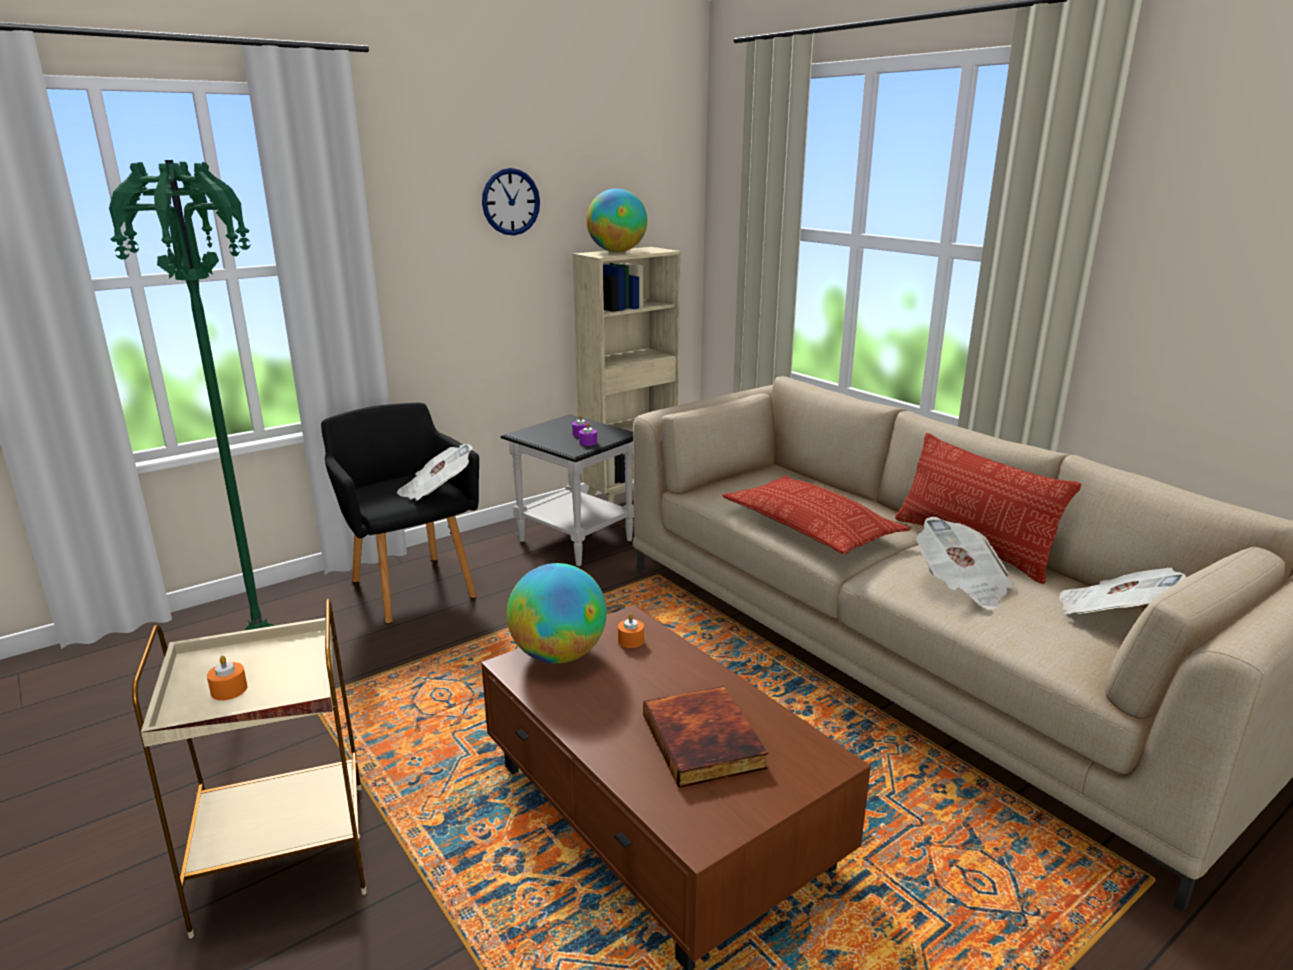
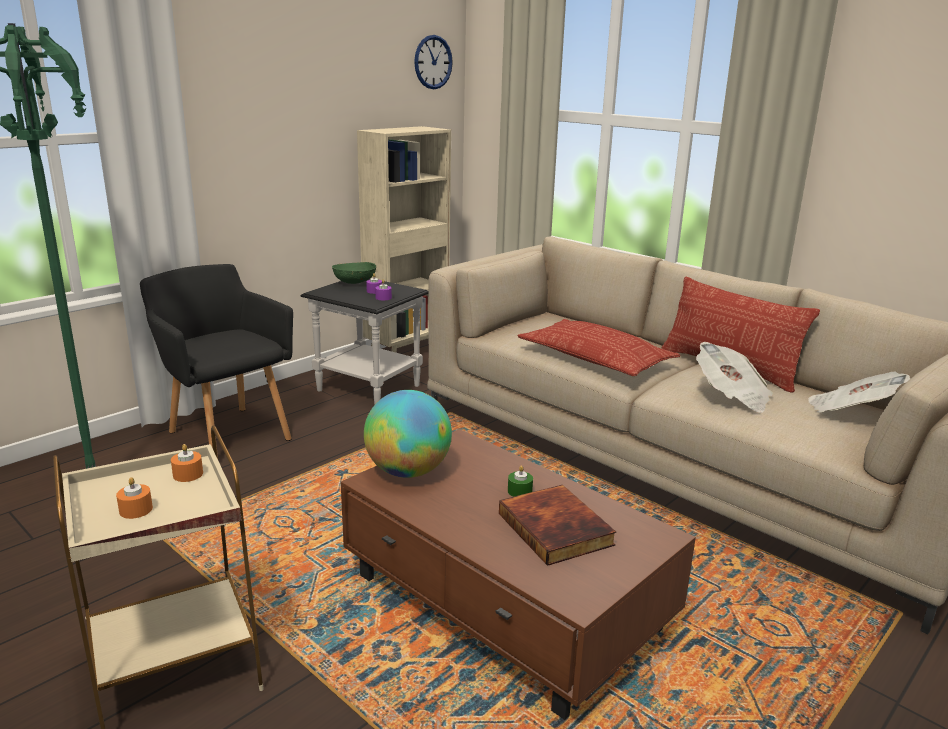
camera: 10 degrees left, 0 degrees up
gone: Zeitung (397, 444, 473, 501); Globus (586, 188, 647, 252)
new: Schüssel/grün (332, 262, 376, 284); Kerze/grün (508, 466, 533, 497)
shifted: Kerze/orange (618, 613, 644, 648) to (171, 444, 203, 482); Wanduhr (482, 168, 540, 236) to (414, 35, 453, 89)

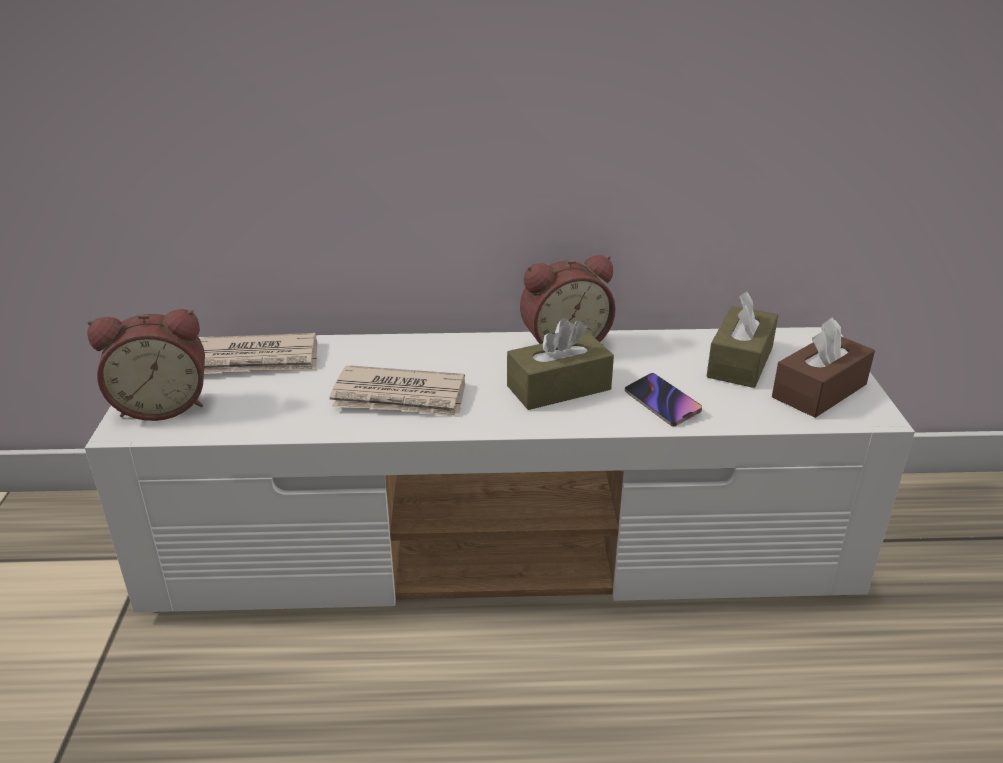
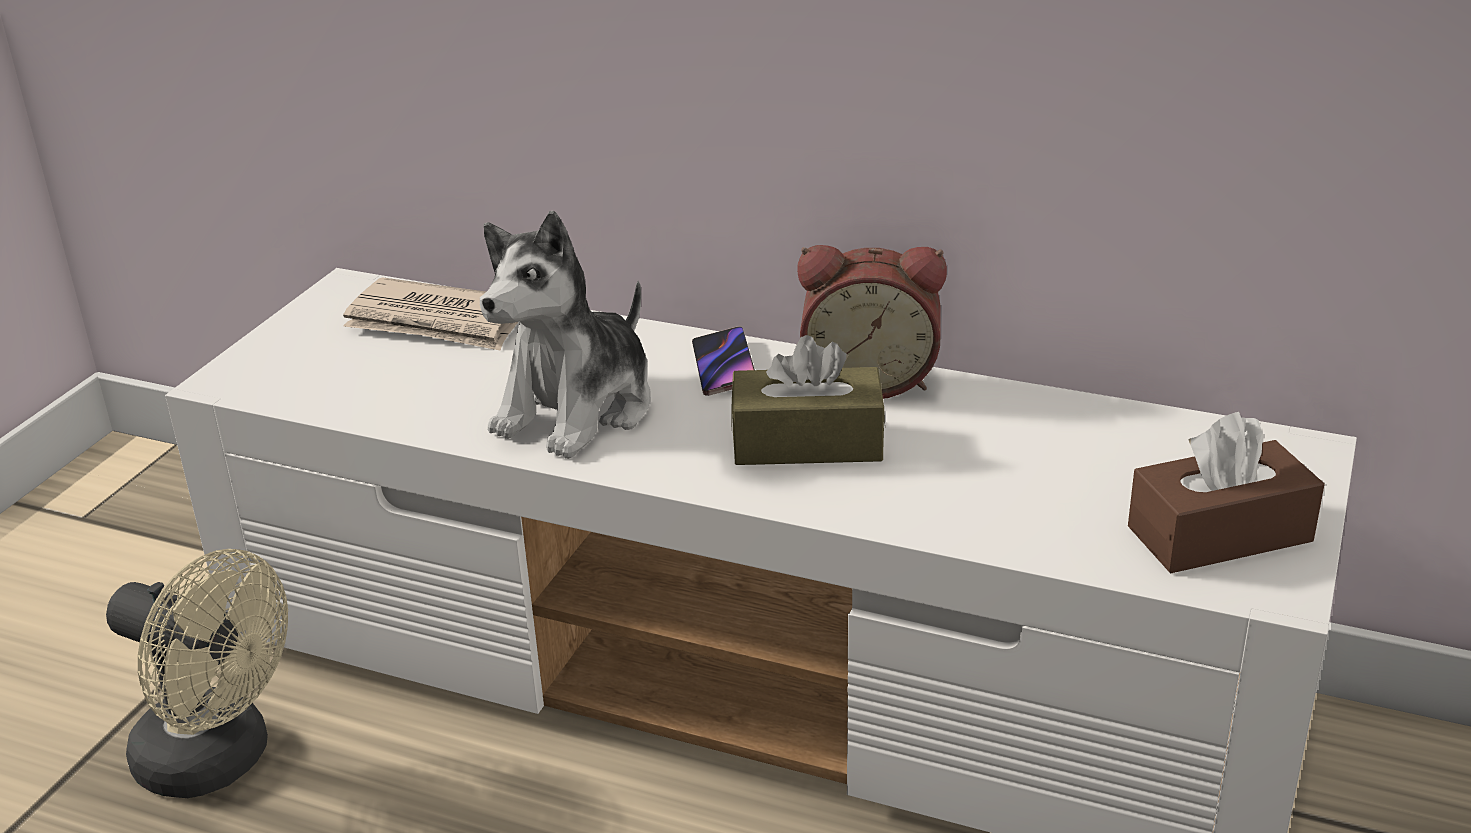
camera: 25 degrees right, 0 degrees up
gone: Wecker (87, 309, 205, 421); Taschentuchbox/braun (706, 292, 778, 388)
new: Ventilator/beige (106, 549, 288, 798)
shifted: Handy (625, 373, 702, 426) to (692, 326, 755, 396)
swapped: Zeitung (329, 365, 465, 417) to Plüschtier (480, 211, 651, 459)

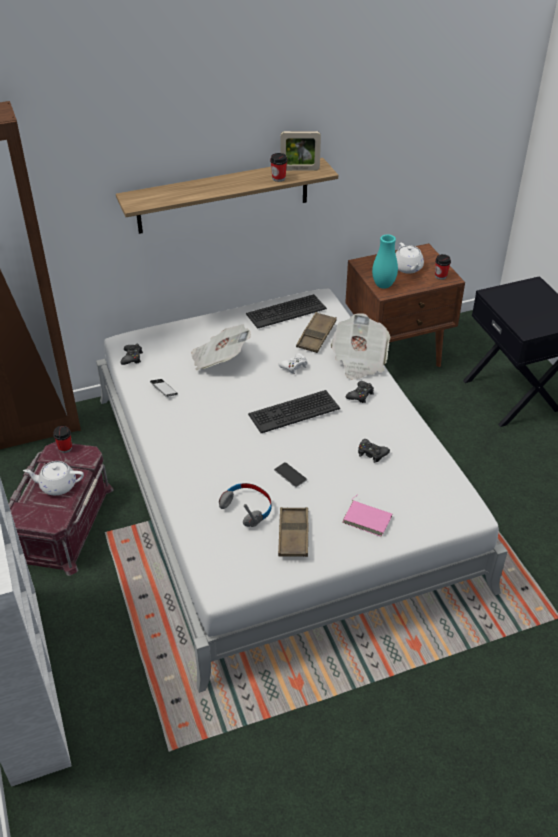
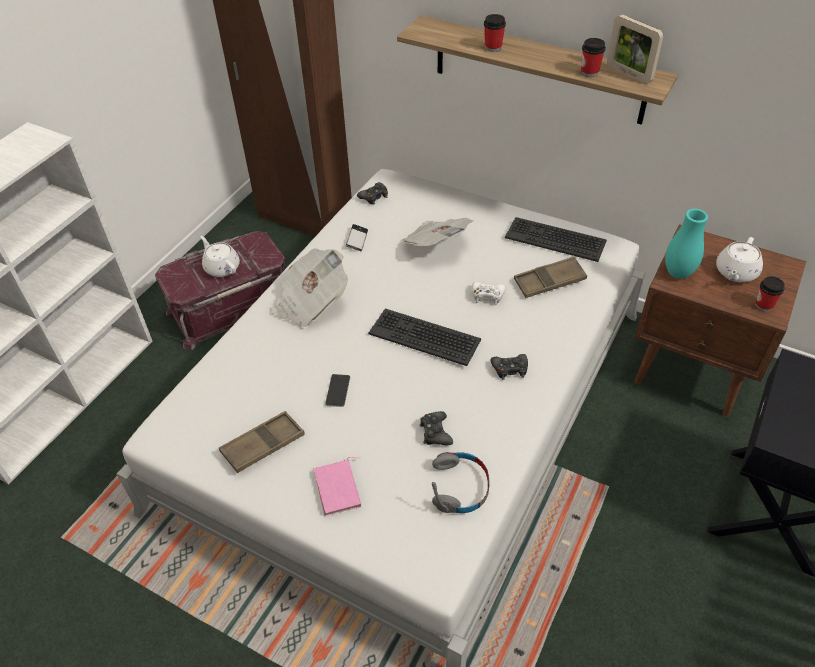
camera: 50 degrees right, 5 degrees up
shifted: Zeitung (331, 313, 390, 380) to (271, 248, 348, 327); Kopfhörer/grau (219, 483, 272, 527) to (432, 452, 489, 513); Tasse (53, 426, 72, 453) to (484, 14, 506, 52)

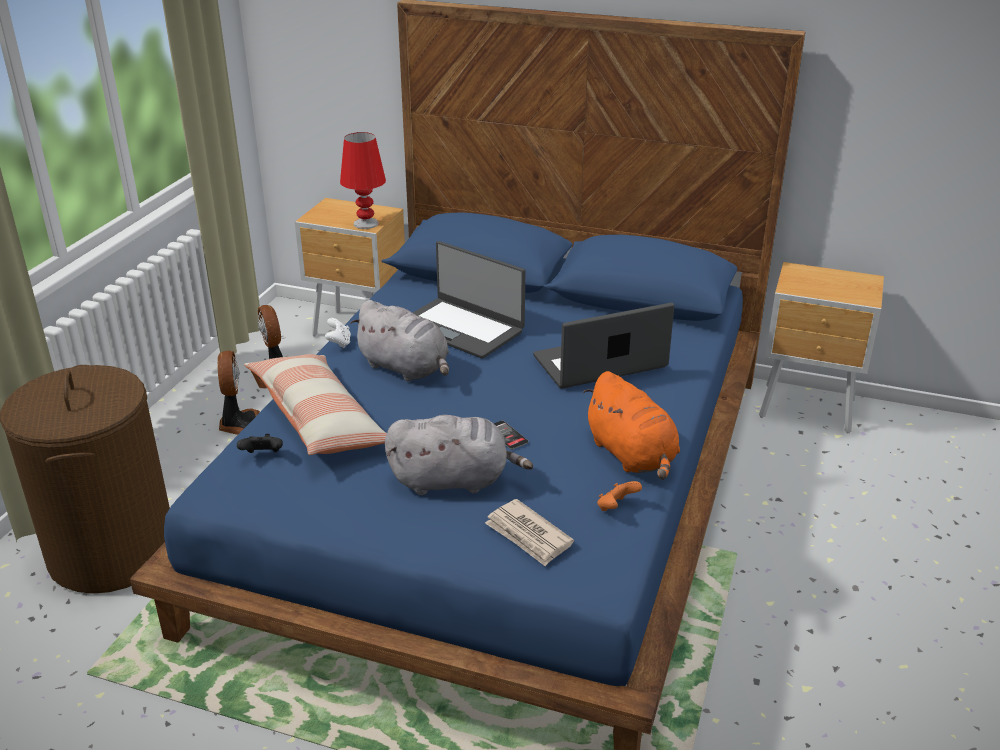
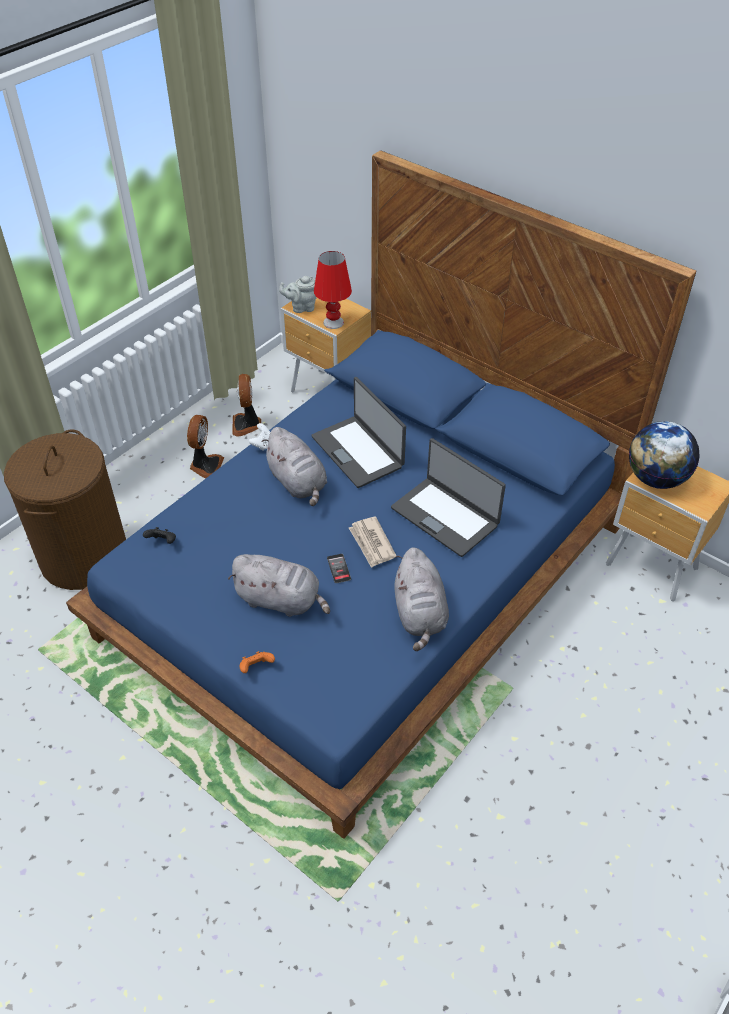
camera: 20 degrees right, 15 degrees up
gone: Kissen (244, 354, 387, 455)
new: Teekanne/grau (279, 276, 317, 313); Globus (629, 421, 700, 489)
shifted: Gamepad/orange (597, 481, 642, 511) to (239, 651, 275, 673); Zeitung (485, 499, 574, 566) to (349, 517, 396, 568)
repainted: Plüschtier/orange (583, 371, 680, 480) to Plüschtier/grau (394, 547, 449, 651)
rotated: Laptop (533, 303, 674, 389) = (391, 438, 506, 557) 135 degrees counterclockwise

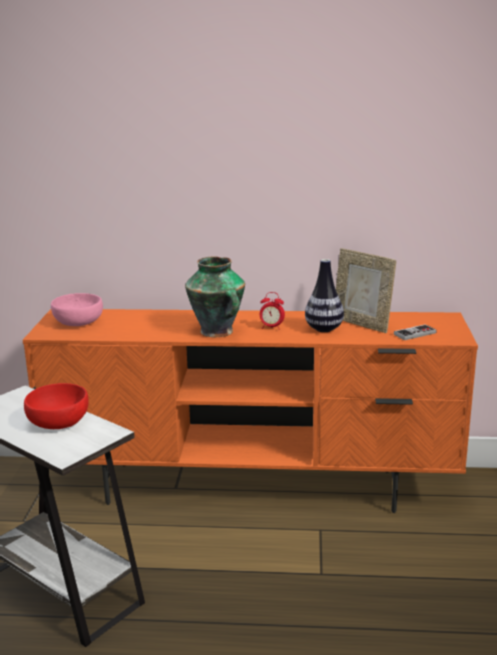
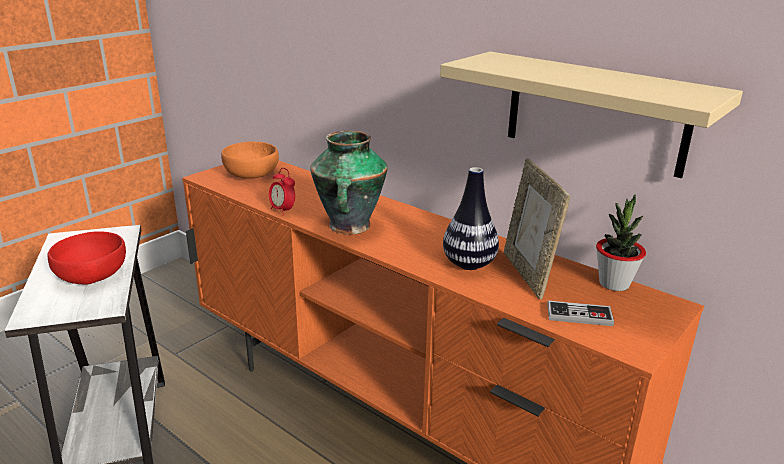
camera: 35 degrees right, 5 degrees up
new: Wandregal/beige (440, 51, 743, 178); Topfpflanze (596, 194, 646, 291)
shifted: Wecker (260, 292, 285, 330) to (269, 168, 295, 216)
repainted: Schüssel/rosa (51, 293, 103, 326) to Schüssel/orange (221, 141, 279, 179)

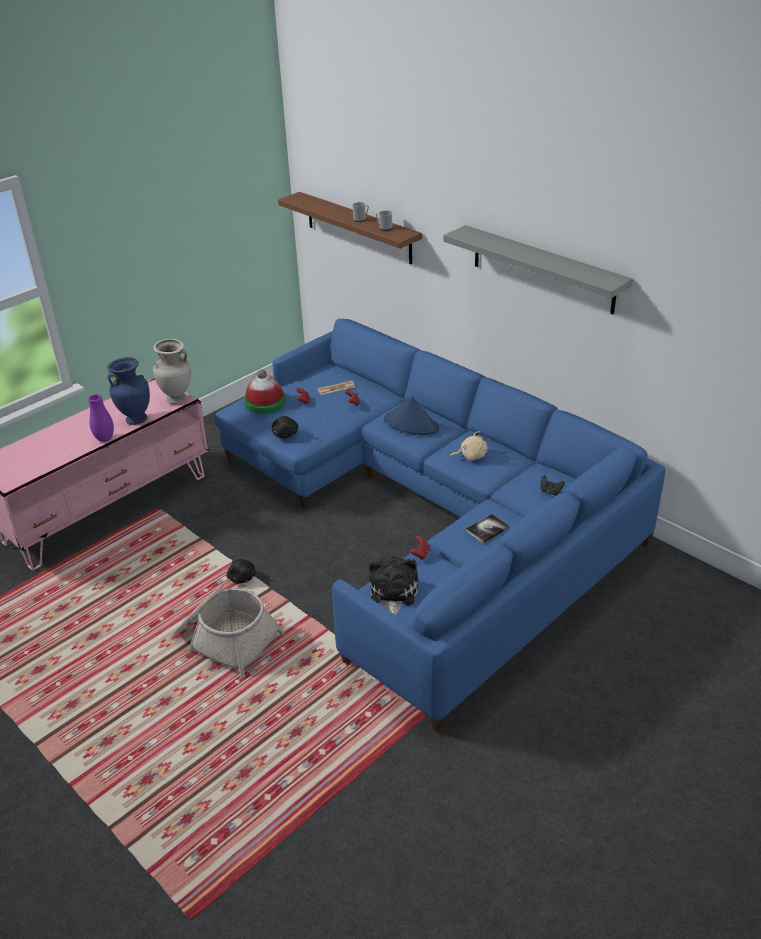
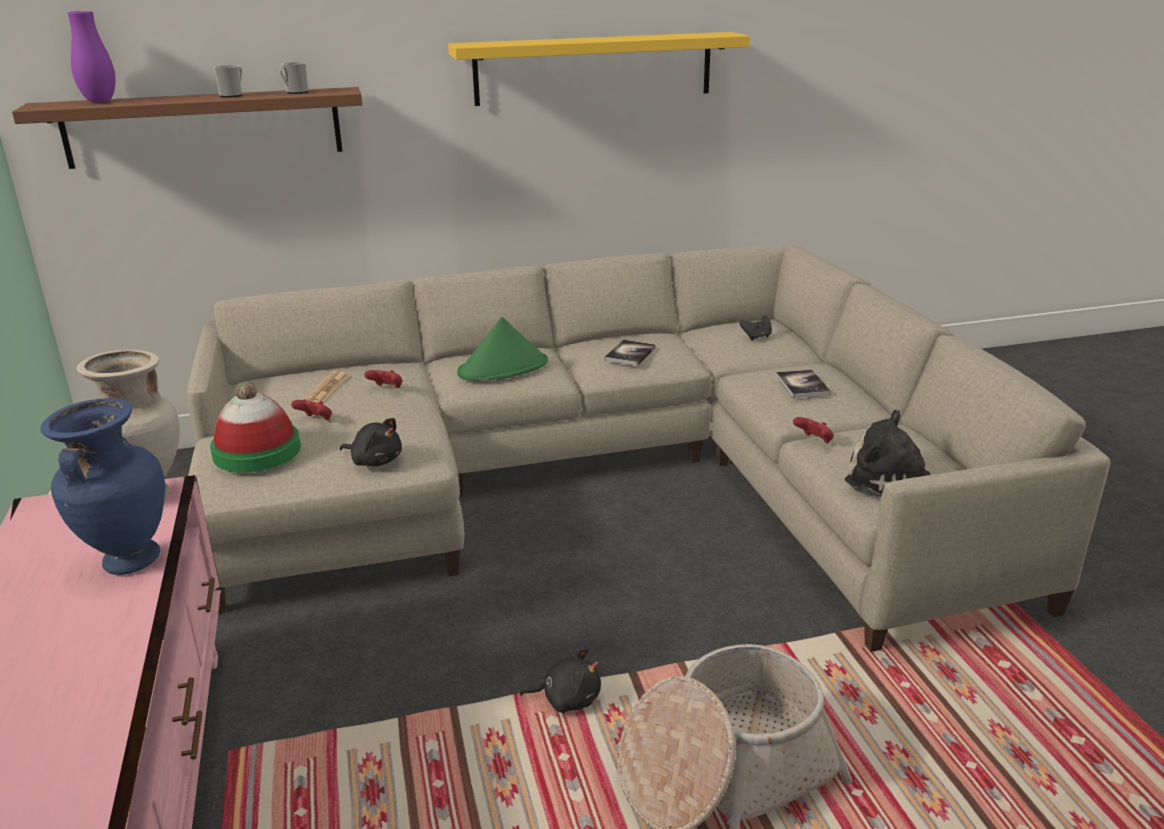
camera: 60 degrees left, 10 degrees down
shifted: Vase/lila (88, 394, 114, 442) to (67, 11, 116, 103)
swapped: Plüschtier/beige (450, 431, 488, 461) to Buch (604, 340, 655, 366)
repainted: Sofa/blau (214, 319, 665, 733) to Sofa/beige (186, 246, 1110, 652); Wandregal/grau (443, 225, 633, 314) to Wandregal/gelb (448, 32, 750, 106); Hut/blau (384, 396, 439, 435) to Hut/grün (457, 317, 548, 381)

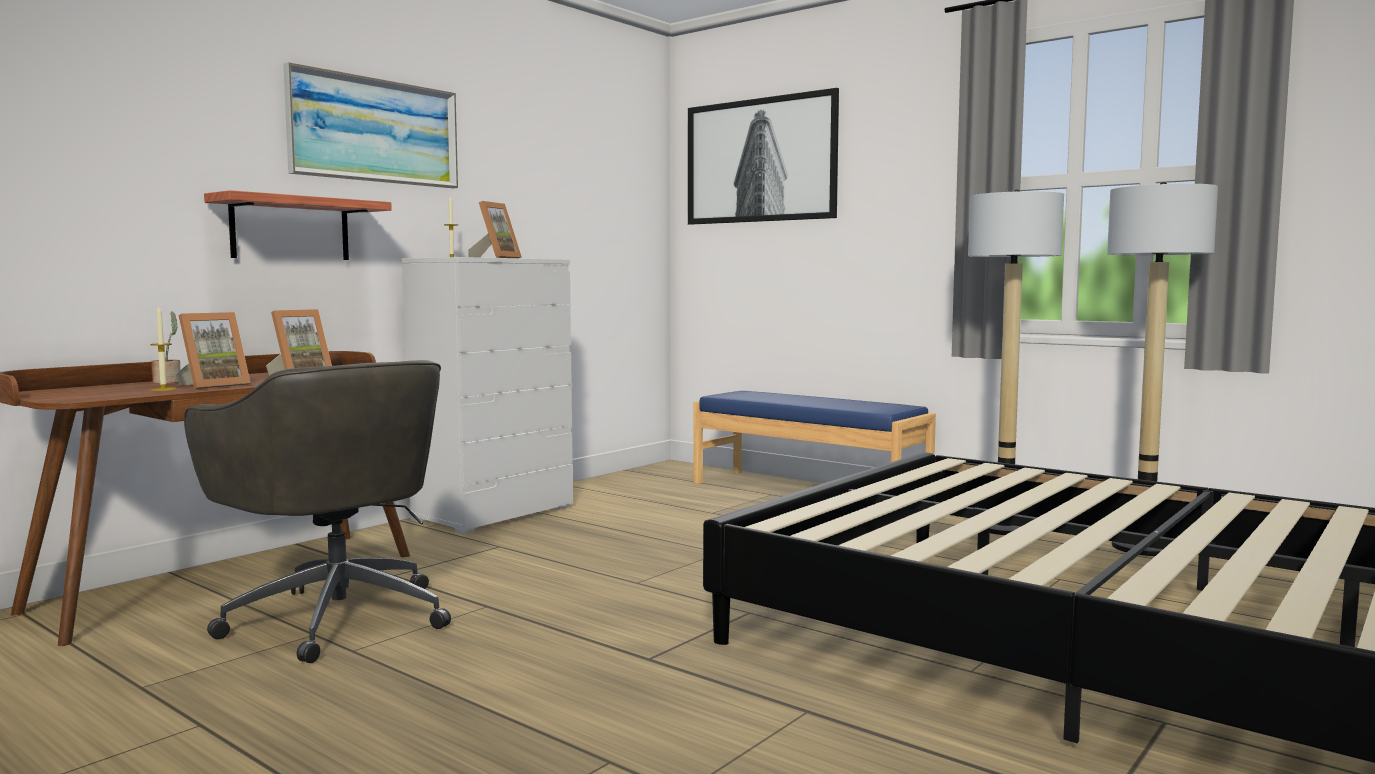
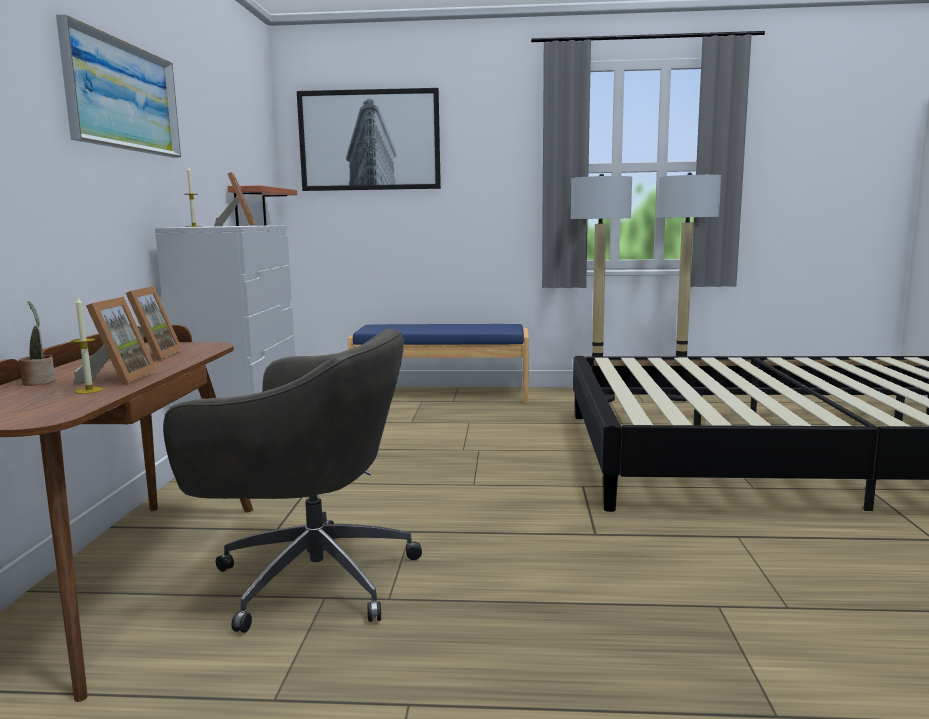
camera: 35 degrees left, 5 degrees up
shifted: Wandregal (204, 190, 392, 260) to (228, 185, 297, 226)

